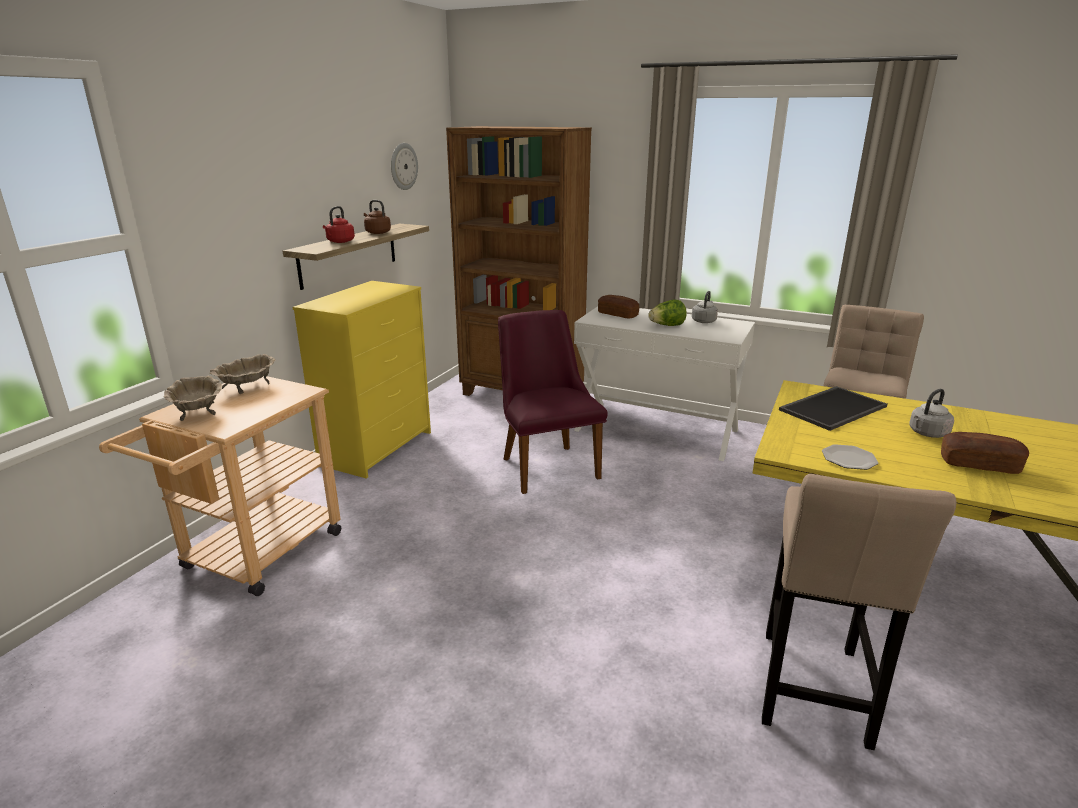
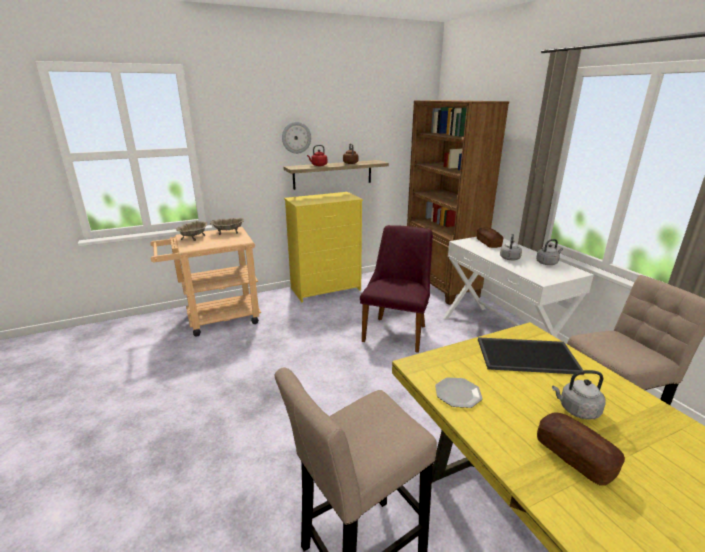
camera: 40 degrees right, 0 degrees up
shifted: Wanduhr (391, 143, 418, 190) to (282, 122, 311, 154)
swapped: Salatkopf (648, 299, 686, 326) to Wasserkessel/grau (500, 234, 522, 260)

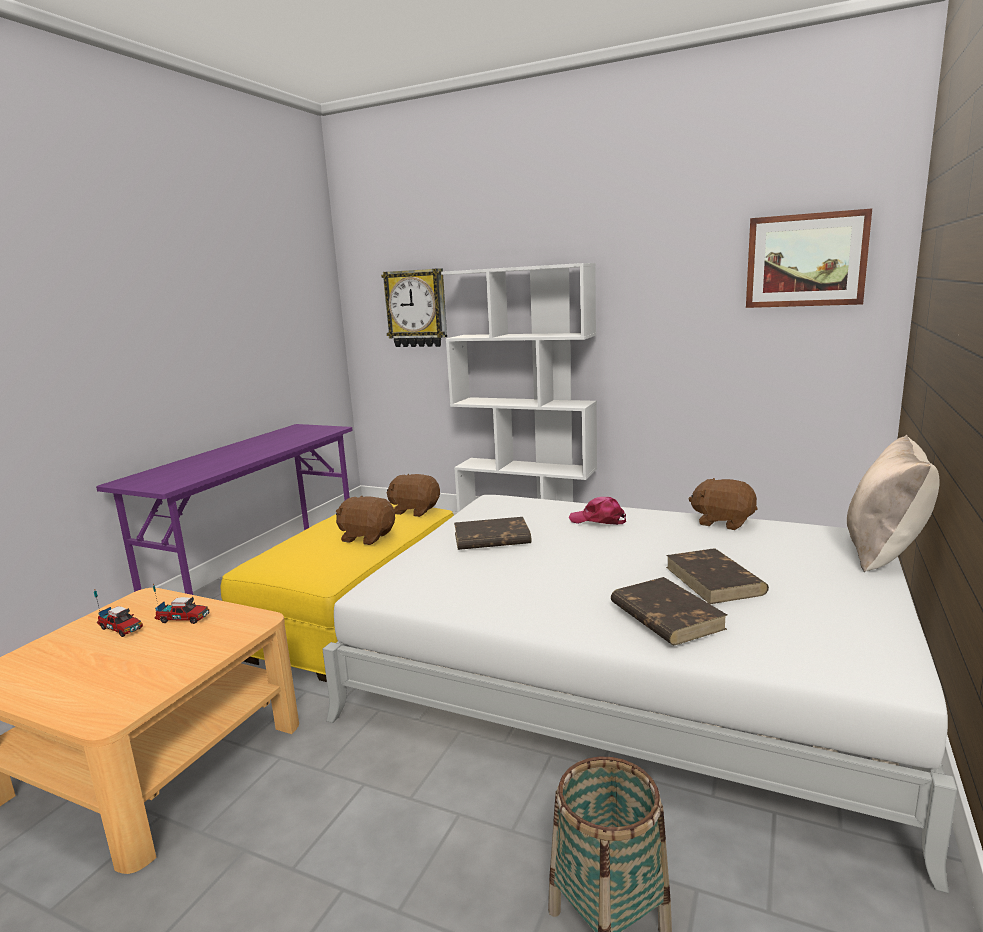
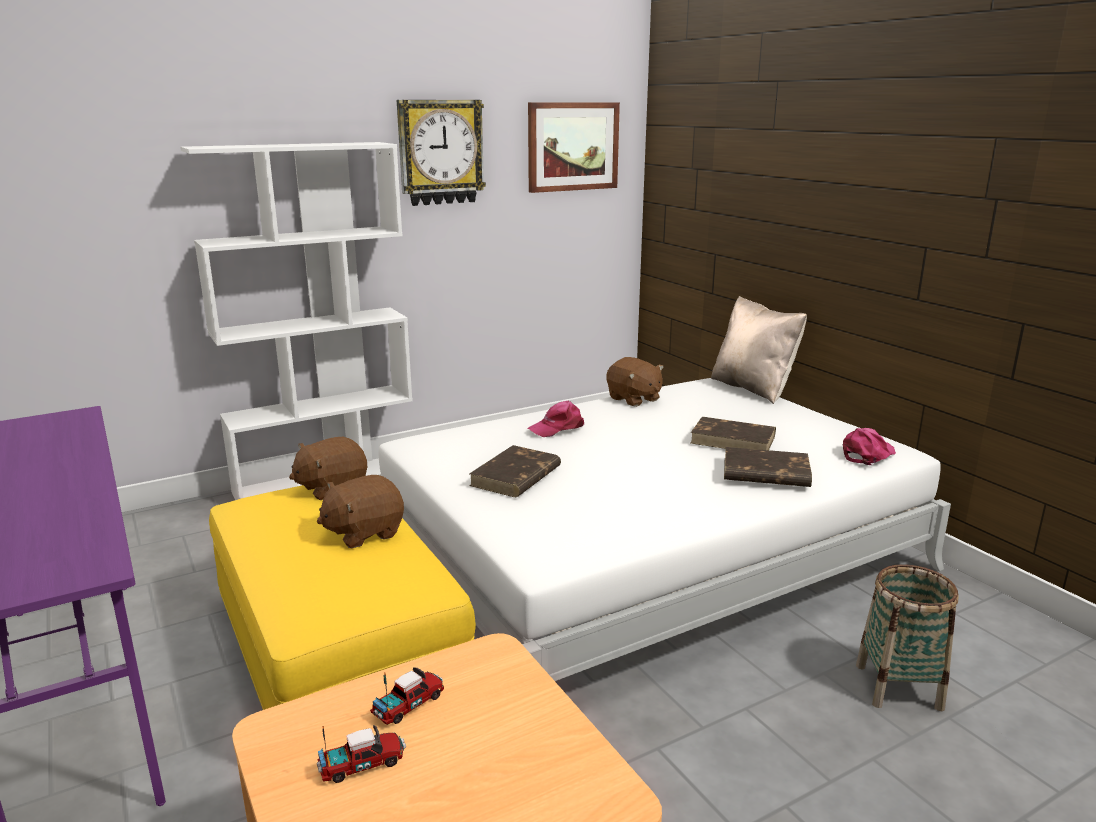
camera: 55 degrees left, 5 degrees up
new: Kappe/rosa (843, 428, 896, 465)
shifted: Wanduhr (381, 268, 447, 347) to (397, 100, 486, 206)
rotated: Plüschtier/braun (689, 478, 757, 530) = (606, 357, 664, 407) 105 degrees counterclockwise

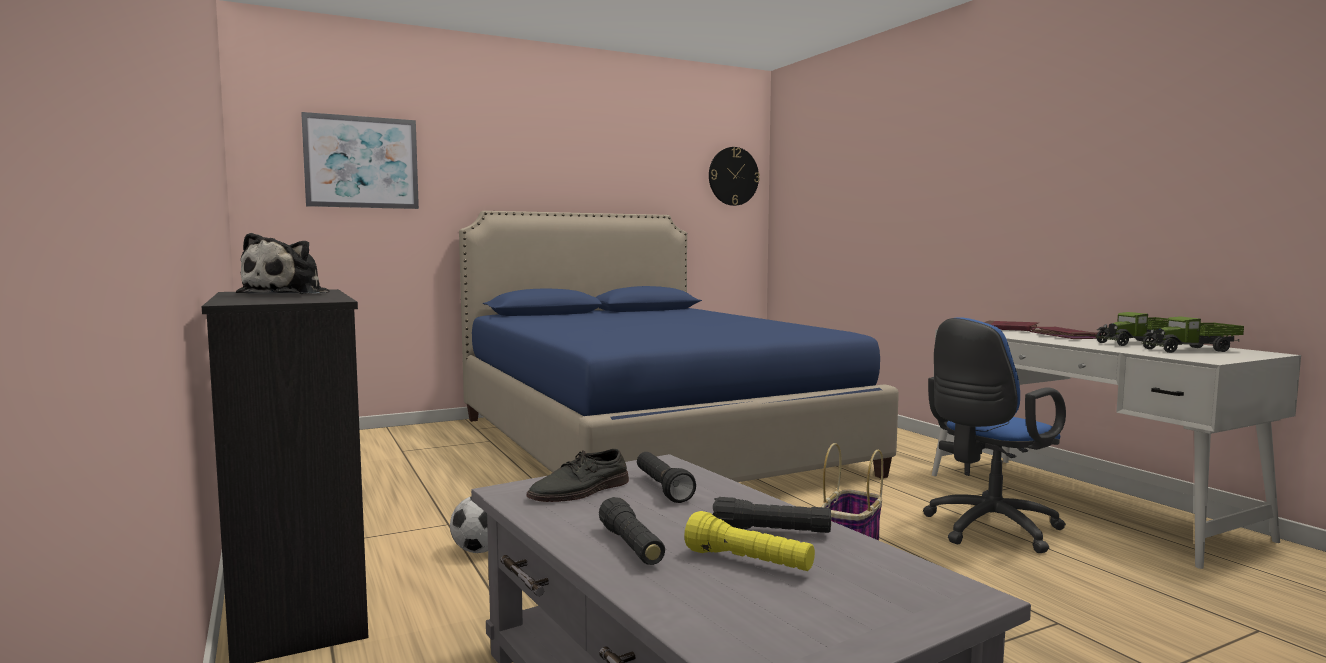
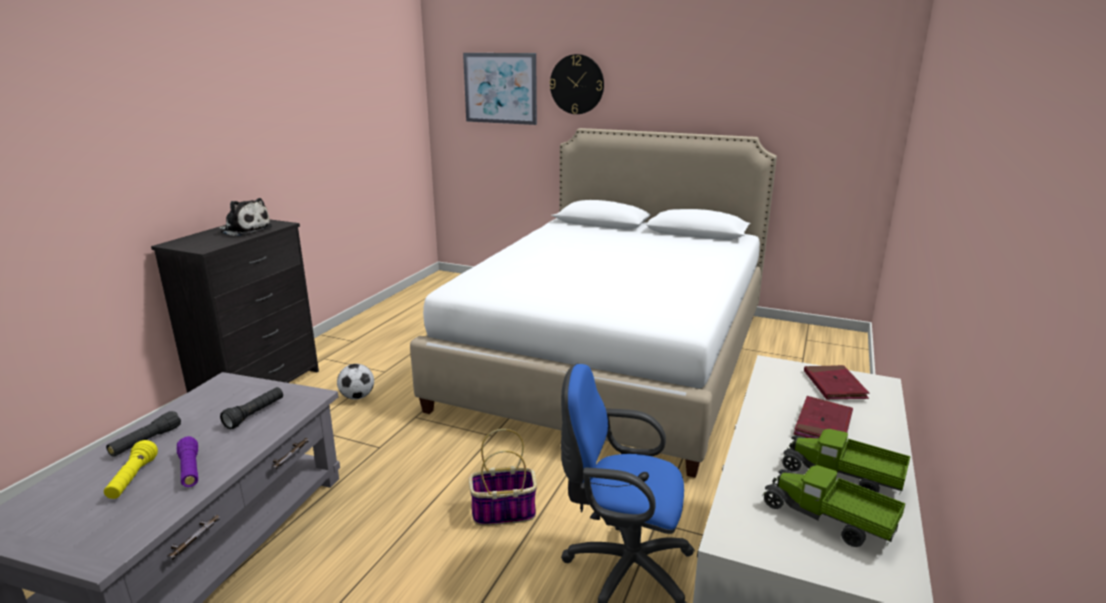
camera: 50 degrees right, 15 degrees up
gone: Schuh/grau (527, 449, 629, 502)
shifted: Wanduhr (709, 147, 760, 206) to (550, 54, 604, 114)
repainted: Taschenlampe/schwarz (713, 497, 831, 533) to Taschenlampe/lila (177, 436, 198, 487); Bett/blau (459, 211, 899, 482) to Bett/weiß (410, 128, 777, 478)
rotated: Plüschtier (236, 233, 329, 294) = (219, 198, 272, 236) 135 degrees counterclockwise

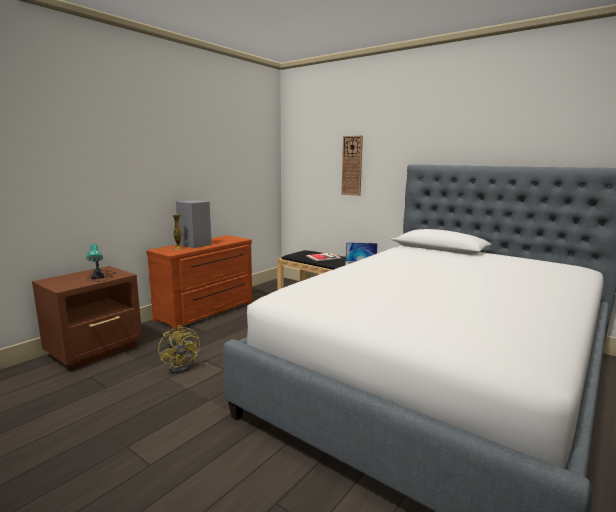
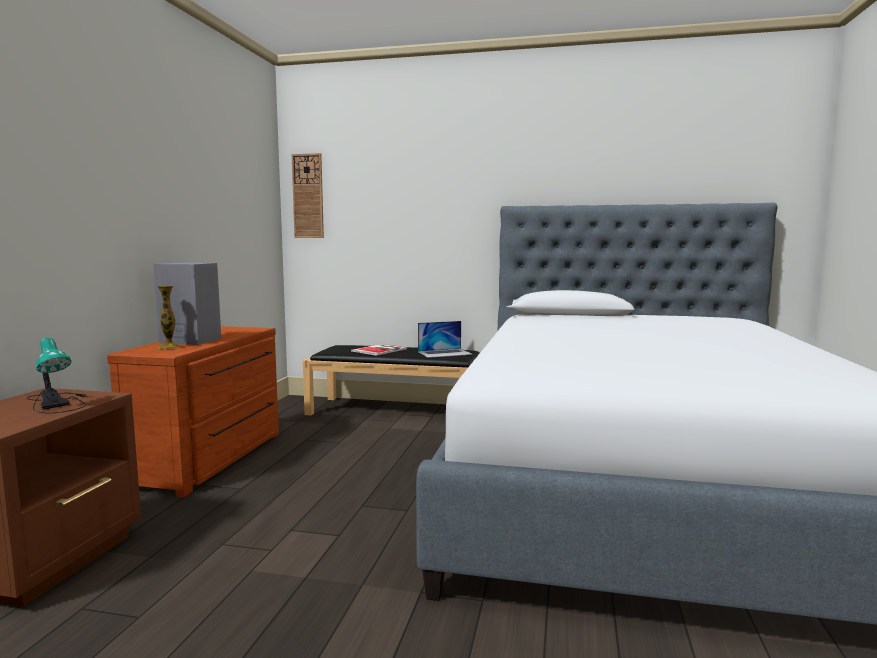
camera: 25 degrees left, 5 degrees down
gone: Ventilator/gelb (158, 325, 200, 373)
shifted: Wanduhr (341, 136, 363, 196) to (292, 153, 324, 238)

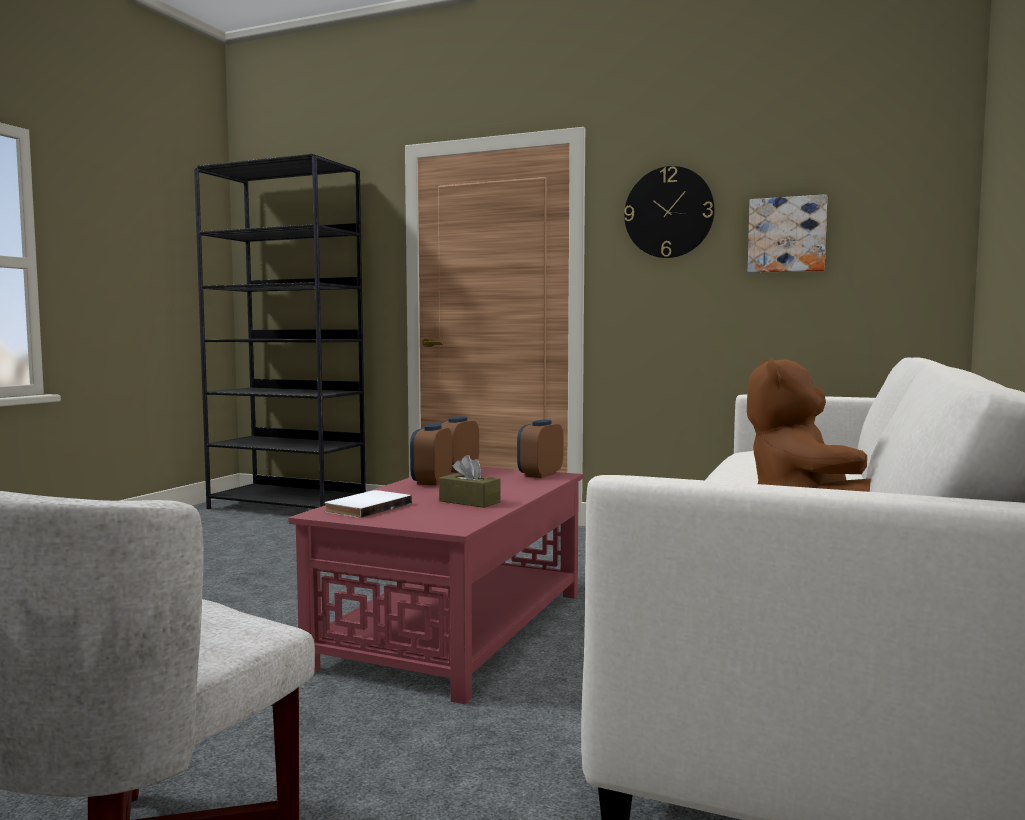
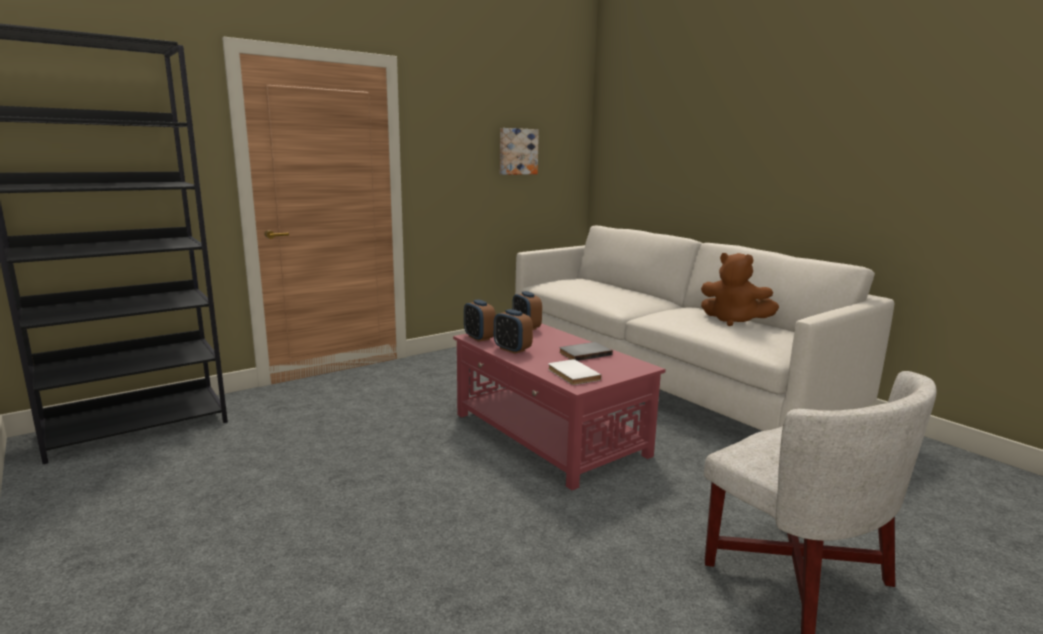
camera: 60 degrees left, 10 degrees up
gone: Wanduhr (624, 166, 715, 258)
swapped: Taschentuchbox/braun (439, 455, 501, 508) to Buch/grau (559, 342, 613, 361)

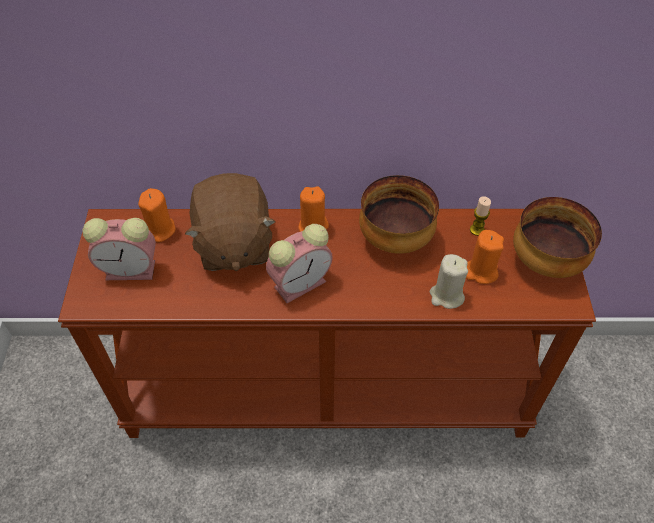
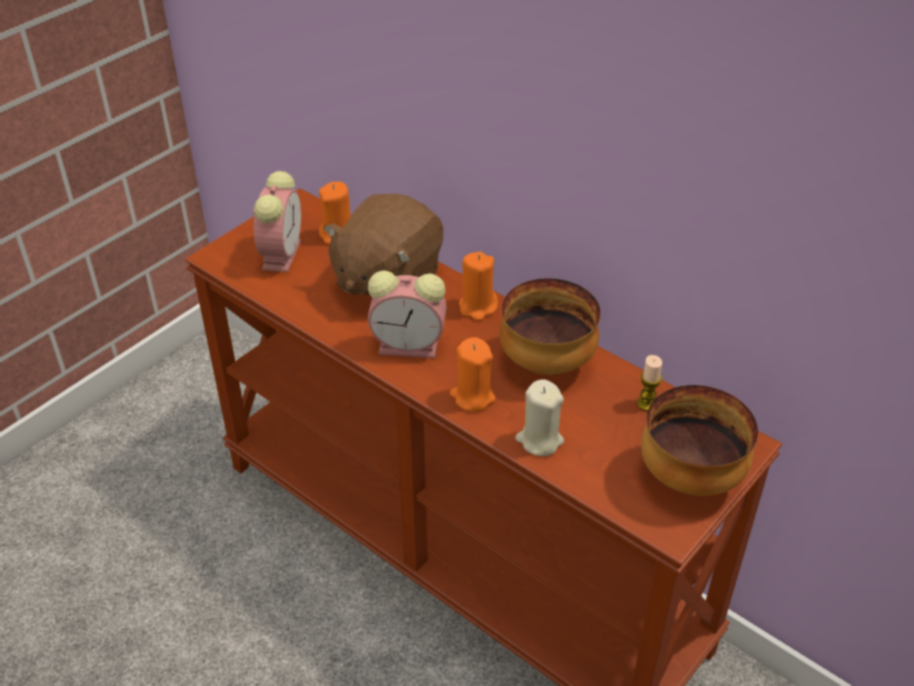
camera: 40 degrees right, 10 degrees down
shifted: Kerze/orange (466, 230, 504, 284) to (450, 337, 496, 412)
rotated: Wecker (83, 218, 156, 280) = (253, 171, 301, 272) 120 degrees counterclockwise

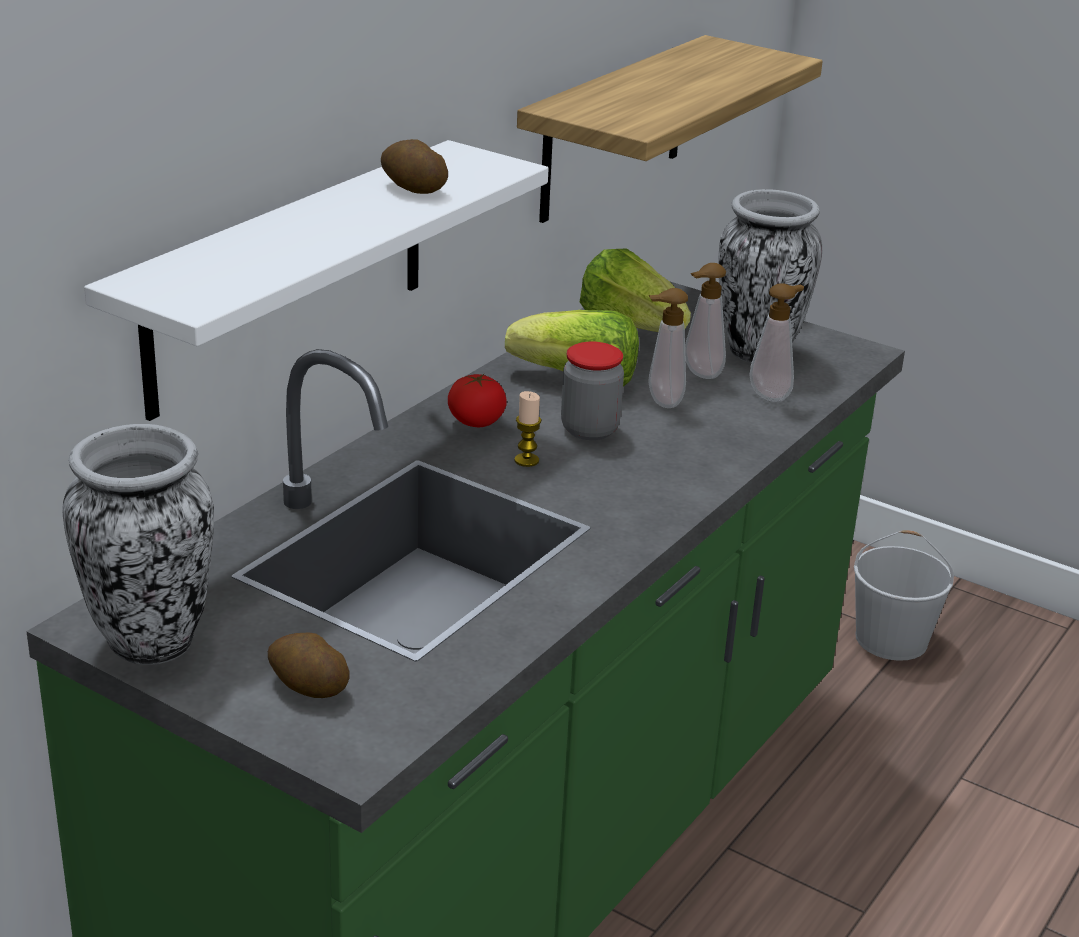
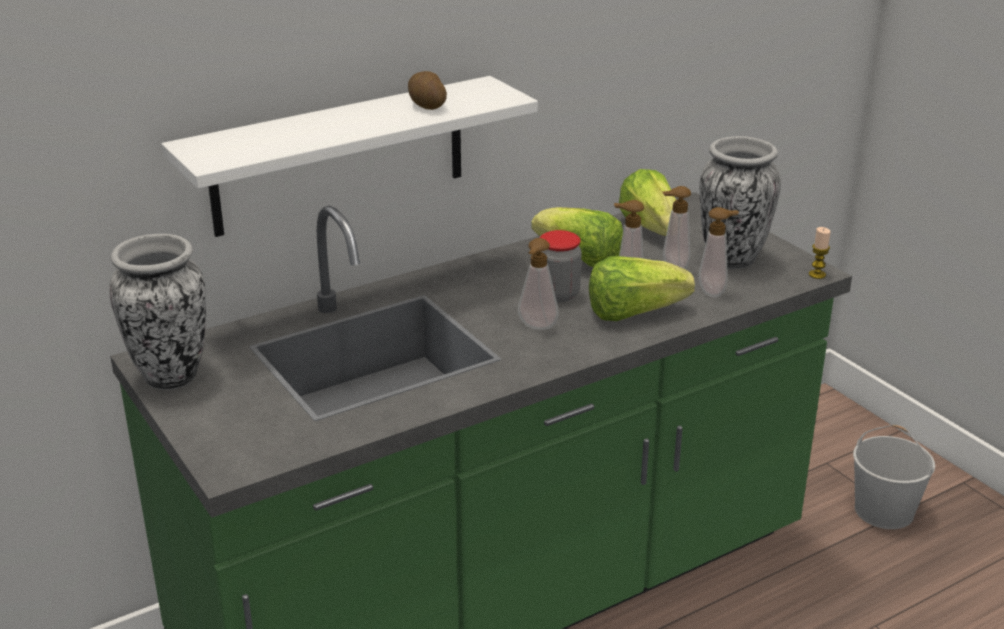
camera: 25 degrees right, 0 degrees up
gone: Kartoffel (268, 633, 350, 698); Tomate (448, 374, 507, 427); Wandregal (517, 35, 823, 223)
new: Seifenspender (518, 238, 559, 330); Salatkopf (589, 256, 695, 321)
shifted: Kerze (514, 391, 541, 467) to (809, 227, 830, 279)

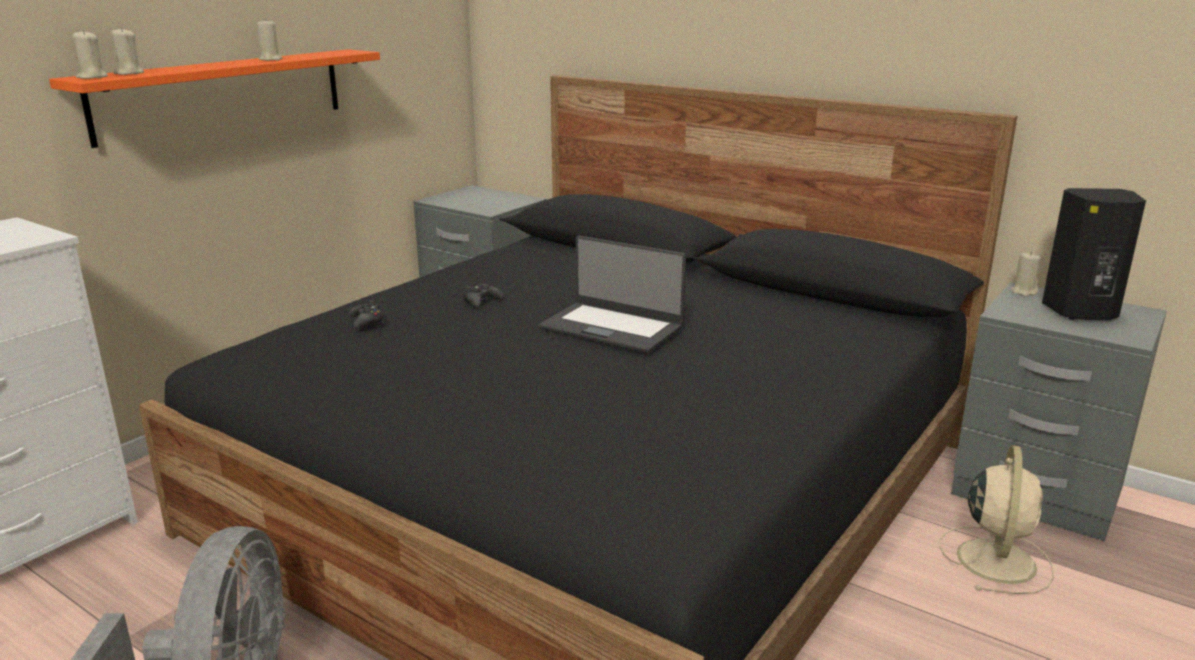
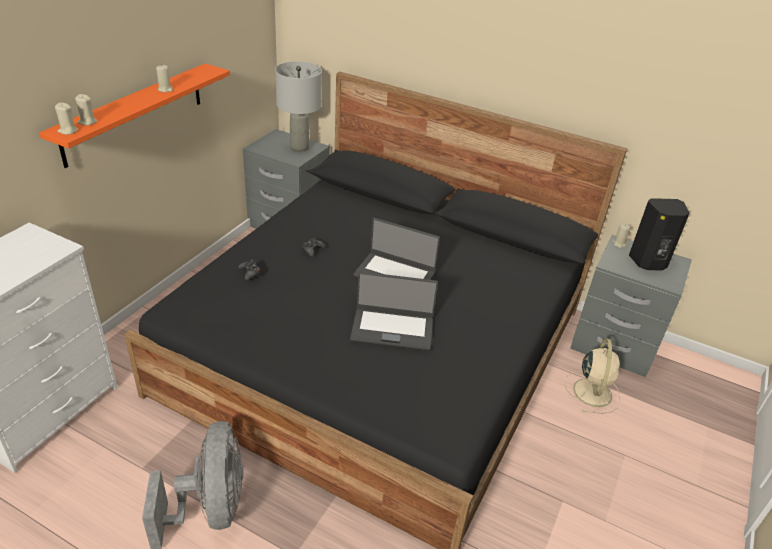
camera: 10 degrees left, 15 degrees up
new: Tischlampe/grau (275, 61, 322, 152); Laptop (350, 272, 438, 351)

